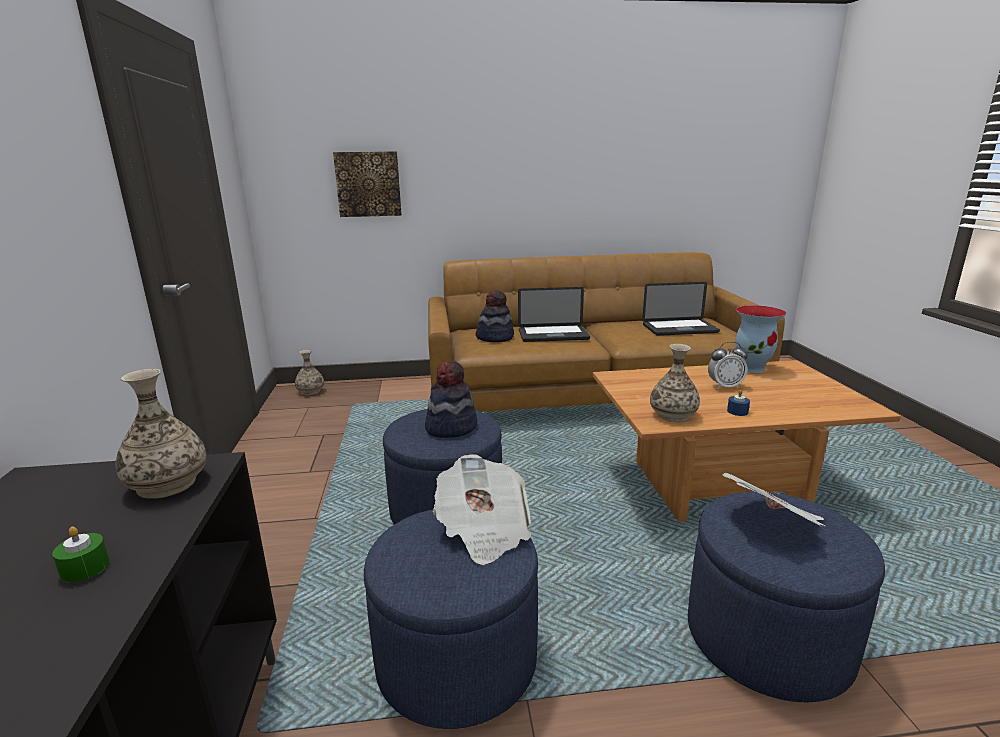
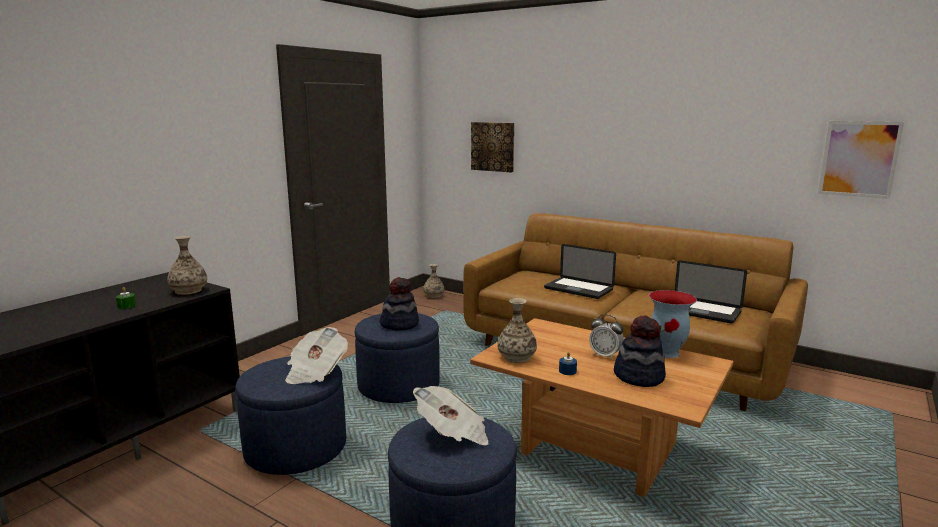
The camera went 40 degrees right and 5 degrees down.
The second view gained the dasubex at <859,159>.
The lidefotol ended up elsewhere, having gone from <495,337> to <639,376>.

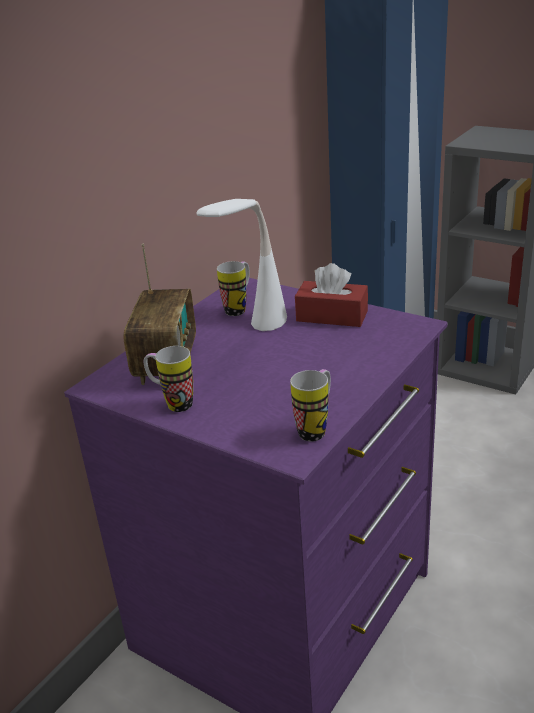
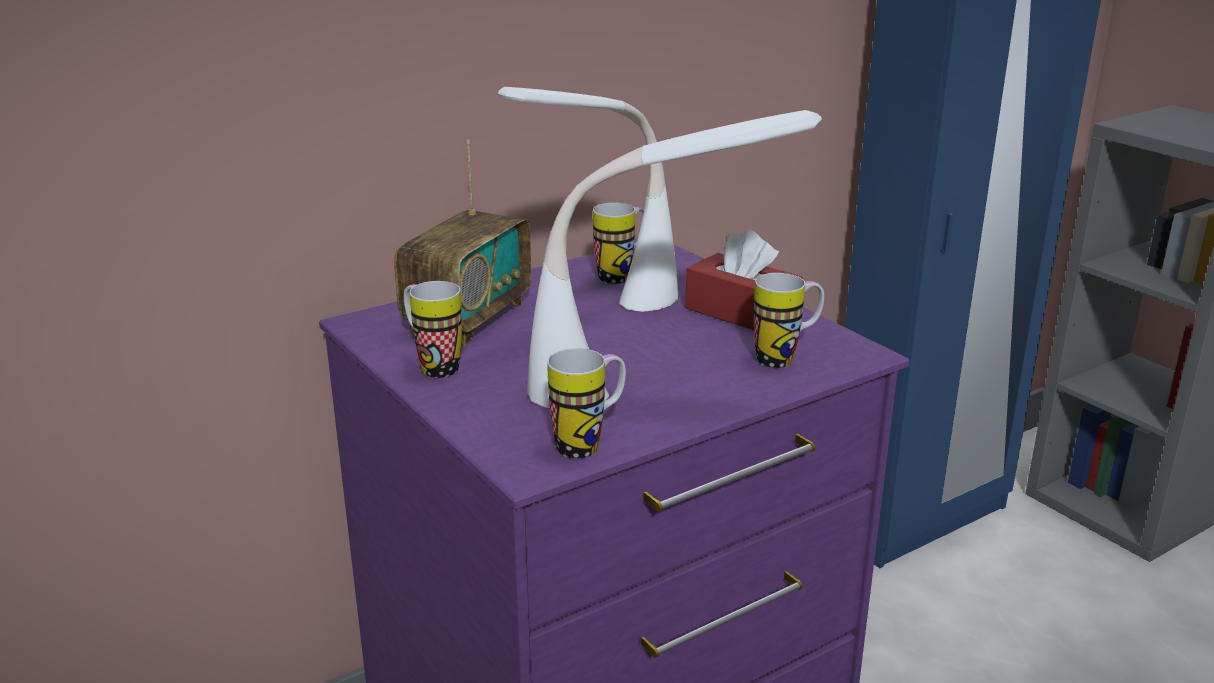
The camera went 20 degrees right and 5 degrees down.
The second view gained the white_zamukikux at <661,399>.
The second view gained the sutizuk at <785,358>.

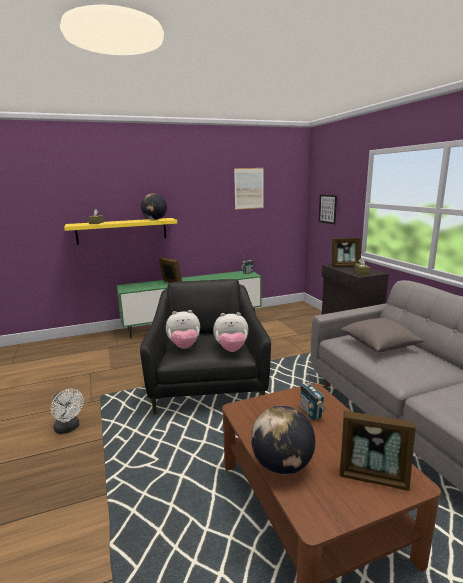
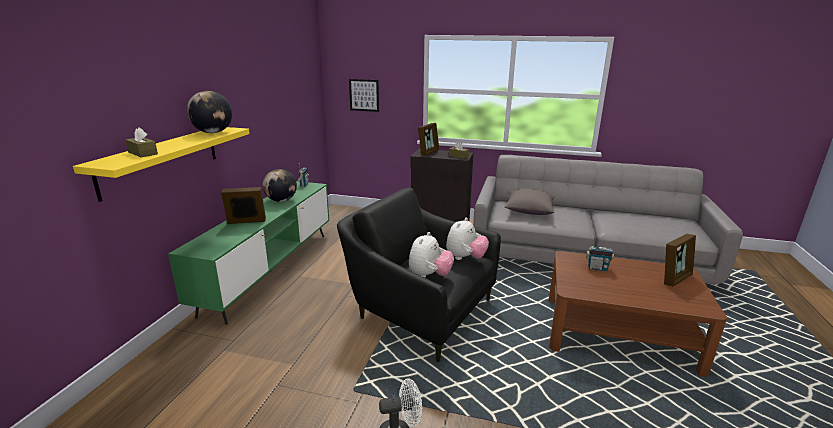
The camera went 55 degrees left and 5 degrees up.
The second view lost the dasubex at <249,188>.
The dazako ended up elsewhere, having gone from <282,465> to <281,200>.

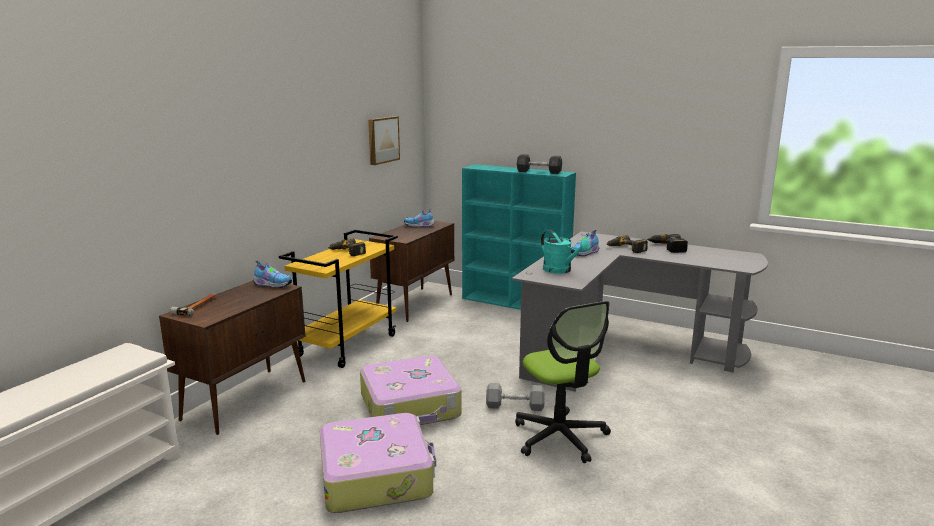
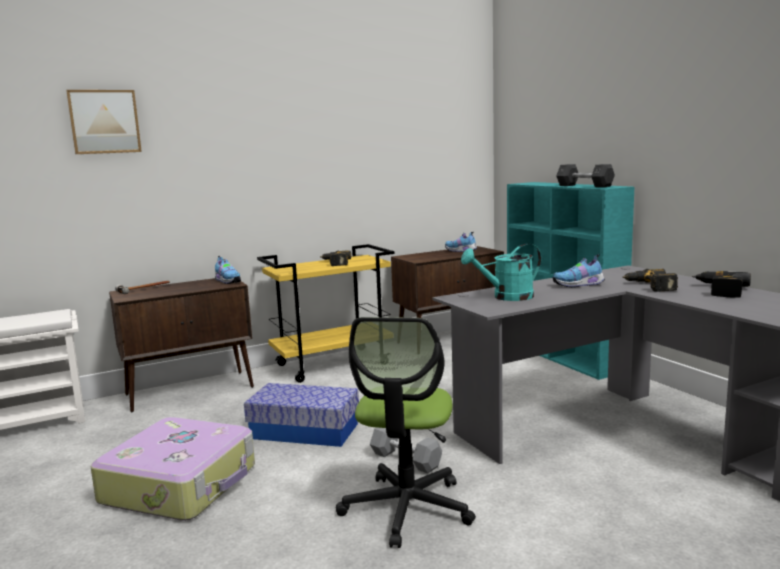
The camera went 35 degrees right and 5 degrees down.
The dasubex ended up elsewhere, having gone from <382,140> to <104,122>.
Where the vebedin stood at <411,406>, the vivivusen came to stand at <304,431>.
The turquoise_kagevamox at <561,270> ended up facing another way, 75 degrees clockwise from before.

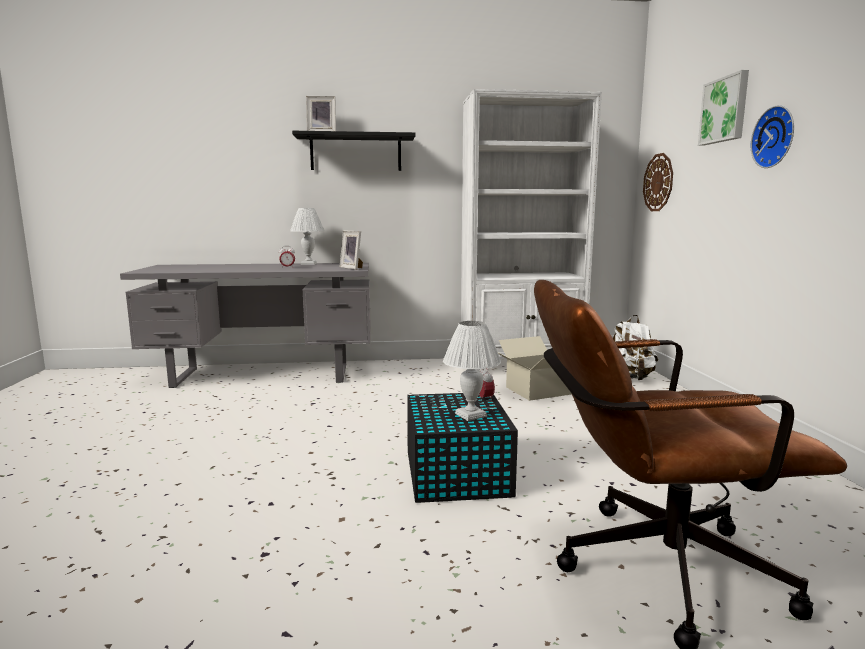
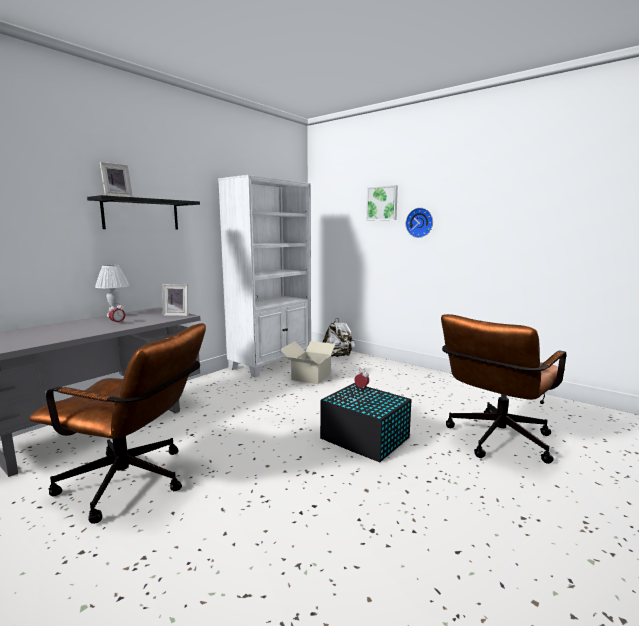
The camera went 45 degrees left and 0 degrees up.
The second view lost the white_zamukikux at <470,415>.
The second view lost the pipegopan at <658,182>.
The second view gained the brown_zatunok at <134,483>.

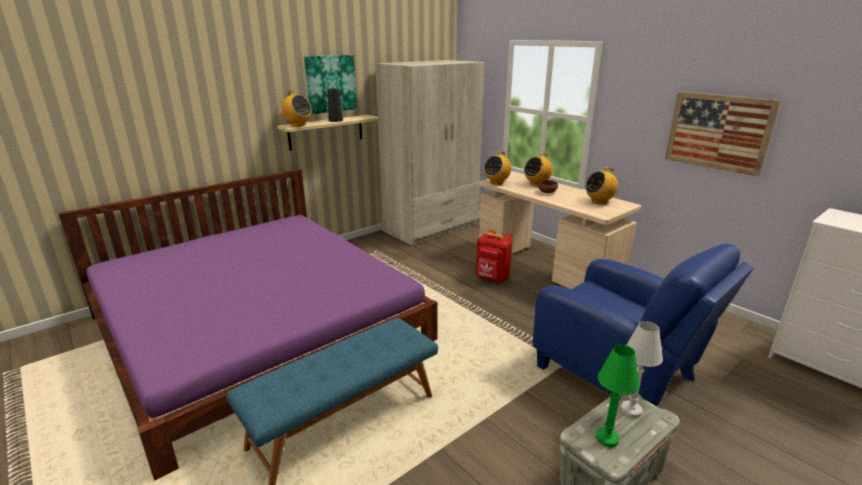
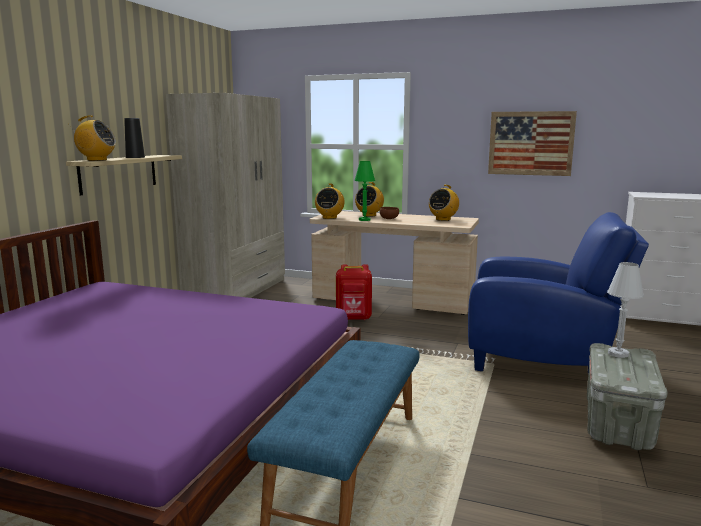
The camera went 30 degrees left and 10 degrees down.
The second view lost the dasubex at <330,83>.
The green_zamukikux ended up elsewhere, having gone from <607,438> to <364,220>.

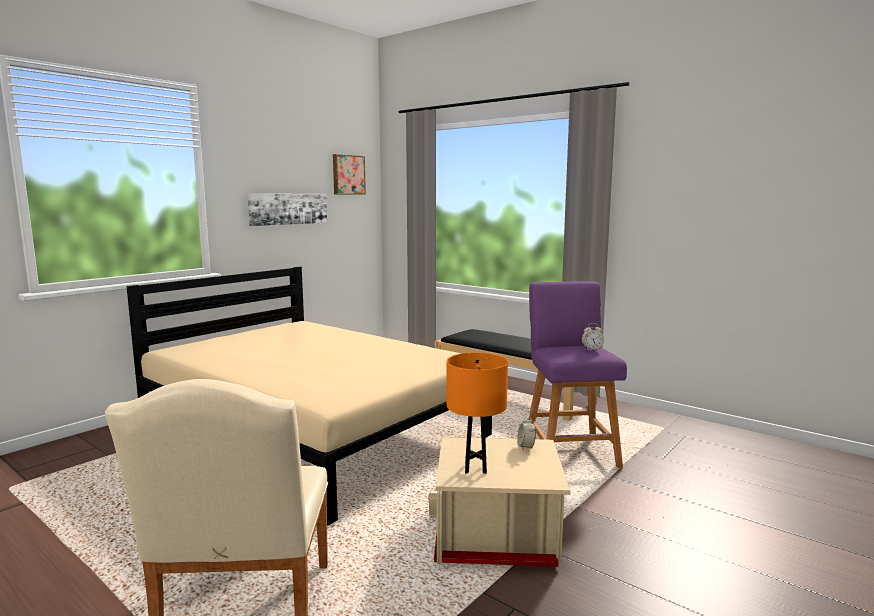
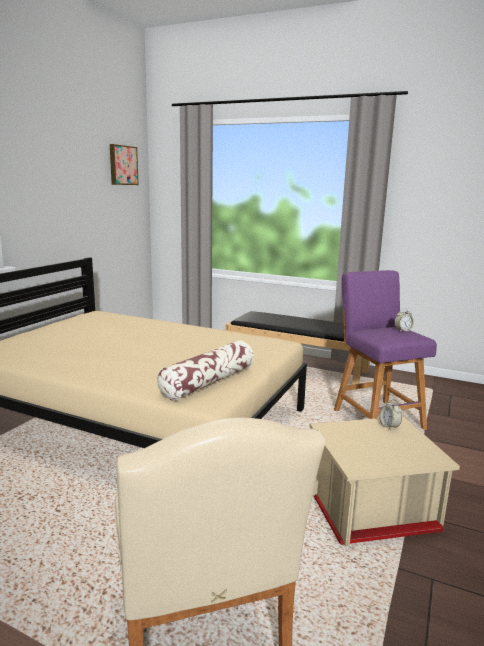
The camera went 15 degrees left and 5 degrees up.
The second view lost the dasubex at <288,208>.
The second view lost the orange_zamukikux at <476,468>.
The second view gained the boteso at <208,382>.

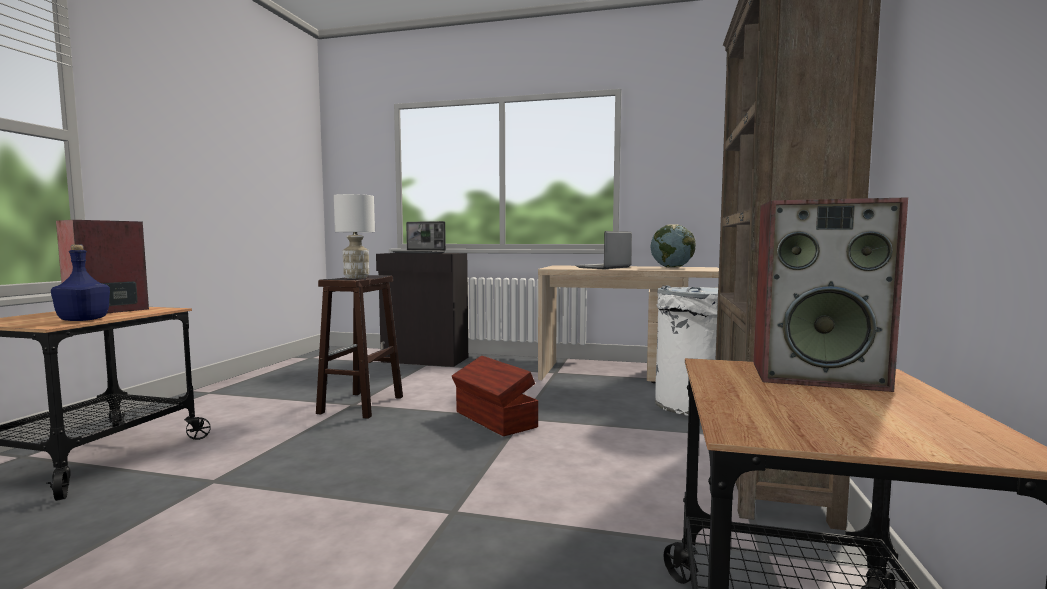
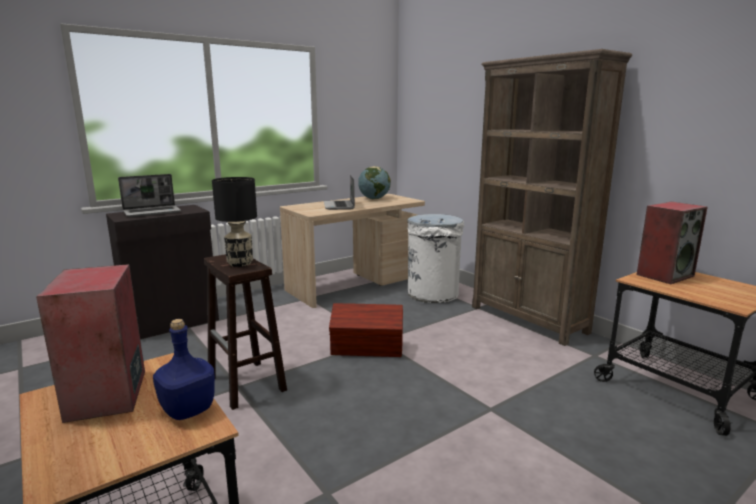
The camera went 50 degrees left and 10 degrees up.
What was the white_zamukikux at <356,278> turned into the black_zamukikux at <240,264>.

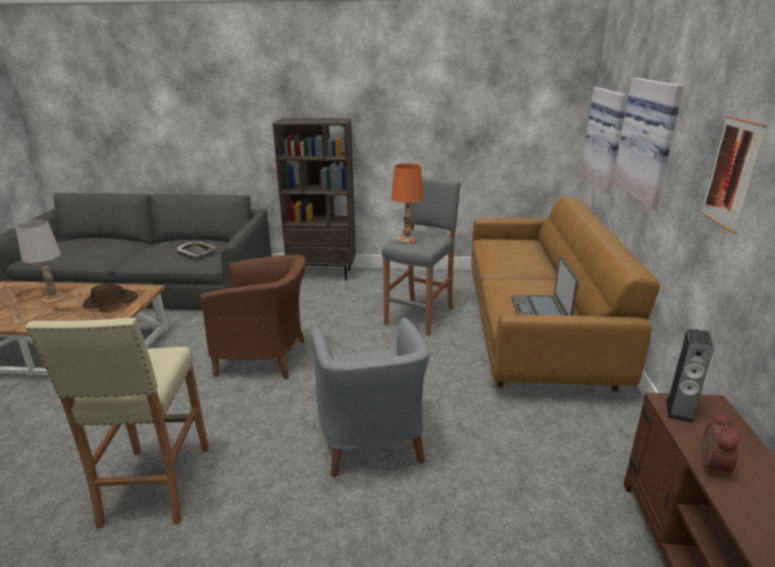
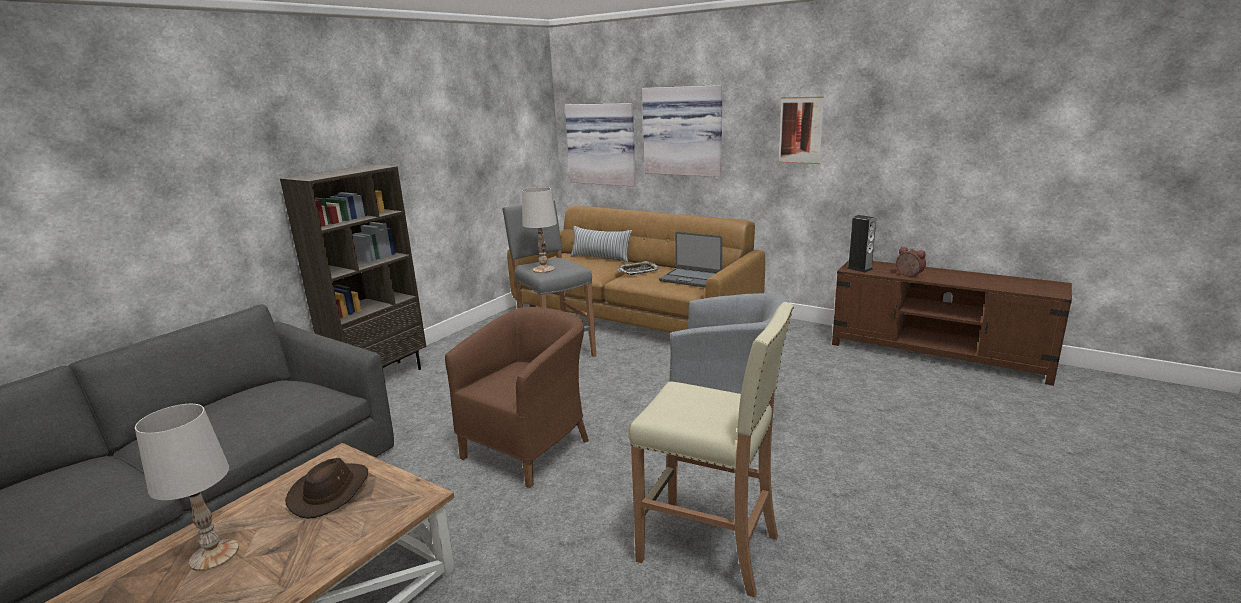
The camera went 60 degrees left and 5 degrees down.
The second view gained the boteso at <600,258>.
The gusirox ended up elsewhere, having gone from <196,251> to <638,271>.
What was the orange_zamukikux at <407,240> turned into the white_zamukikux at <544,269>.

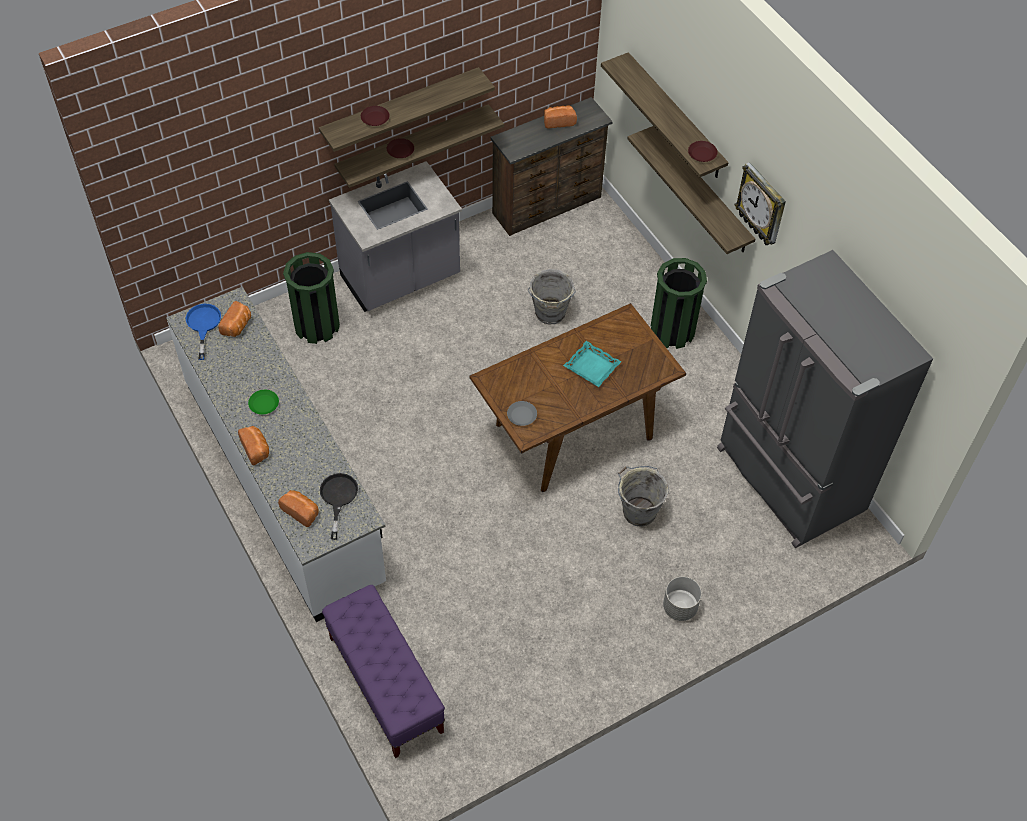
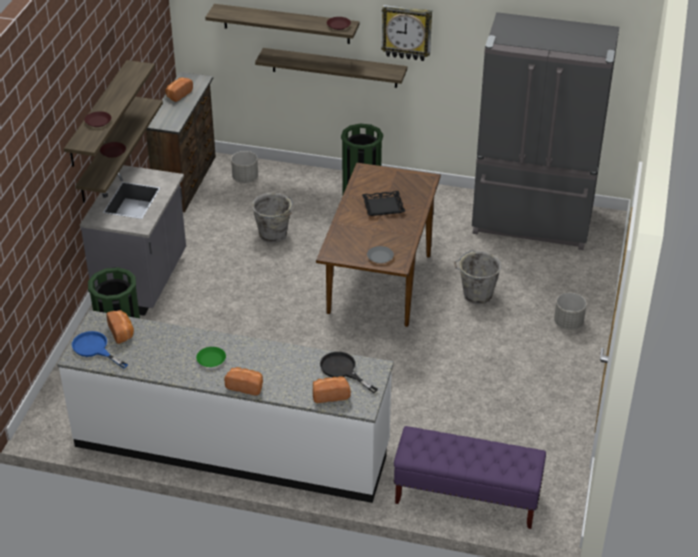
The camera went 45 degrees left and 15 degrees down.
The second view gained the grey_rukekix at <245,178>.
What was the turquoise_gusirox at <592,366> turned into the black_gusirox at <383,206>.

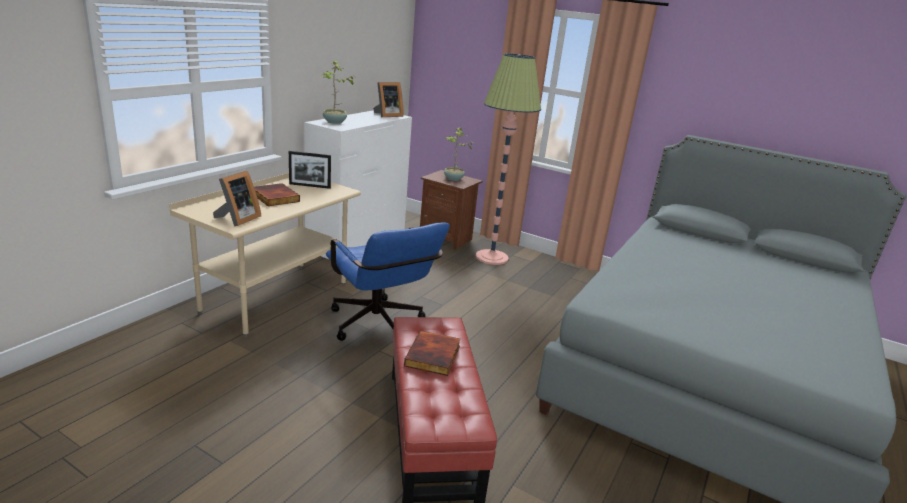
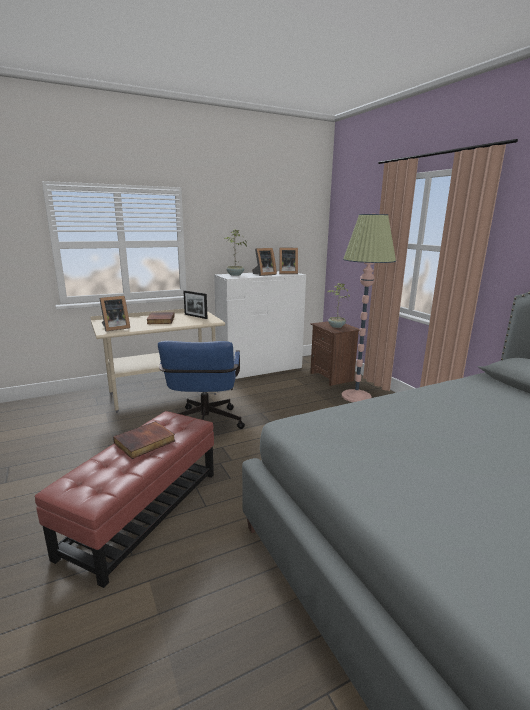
The camera went 35 degrees right and 5 degrees down.
The second view gained the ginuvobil at <263,274>.

